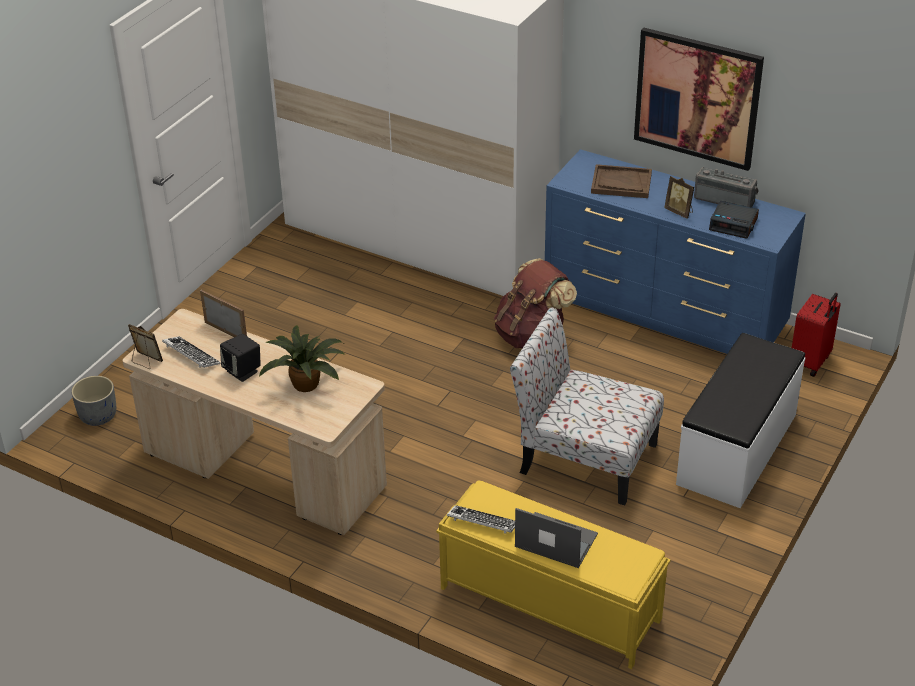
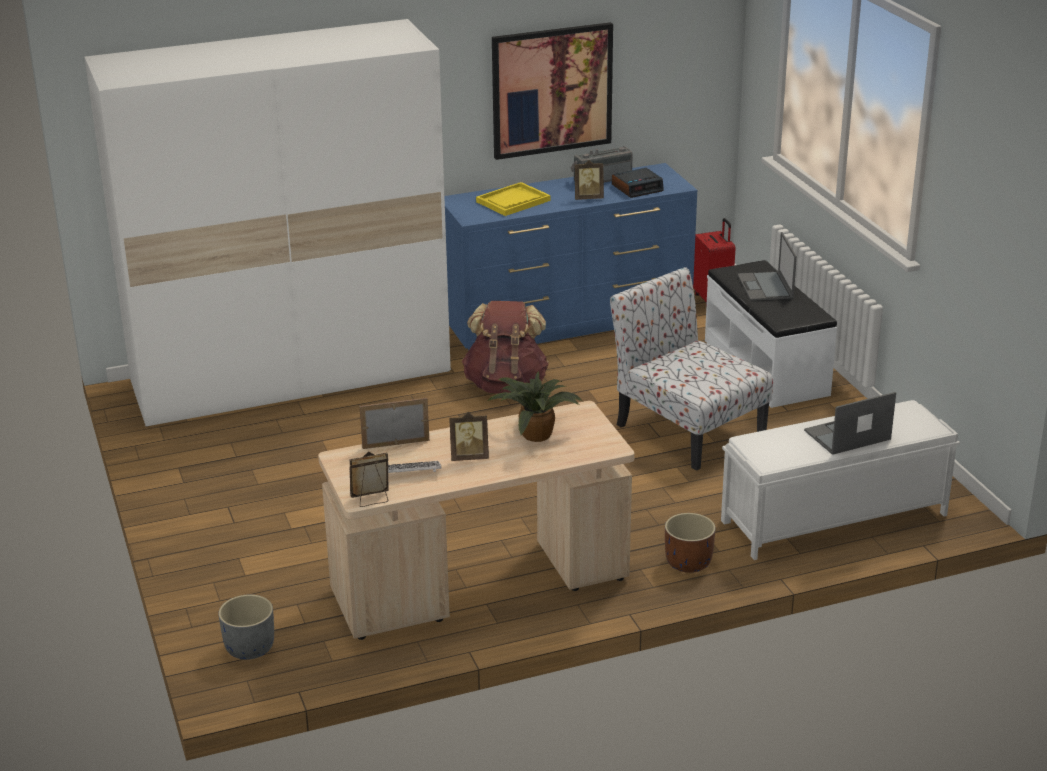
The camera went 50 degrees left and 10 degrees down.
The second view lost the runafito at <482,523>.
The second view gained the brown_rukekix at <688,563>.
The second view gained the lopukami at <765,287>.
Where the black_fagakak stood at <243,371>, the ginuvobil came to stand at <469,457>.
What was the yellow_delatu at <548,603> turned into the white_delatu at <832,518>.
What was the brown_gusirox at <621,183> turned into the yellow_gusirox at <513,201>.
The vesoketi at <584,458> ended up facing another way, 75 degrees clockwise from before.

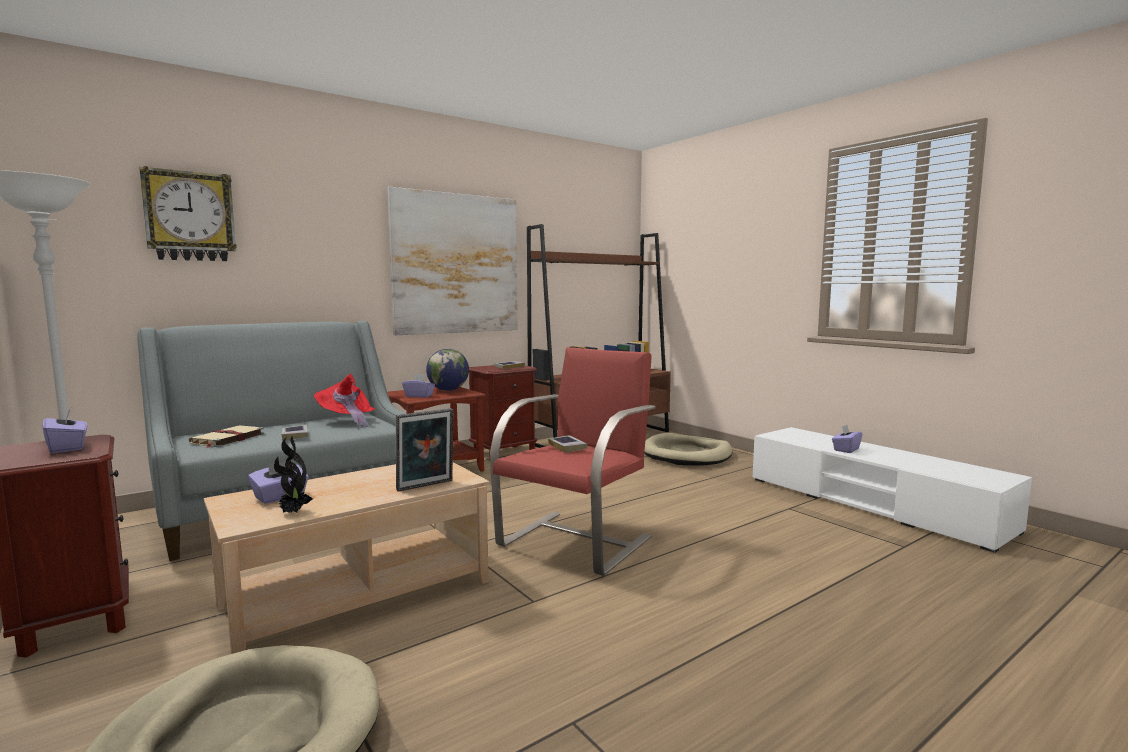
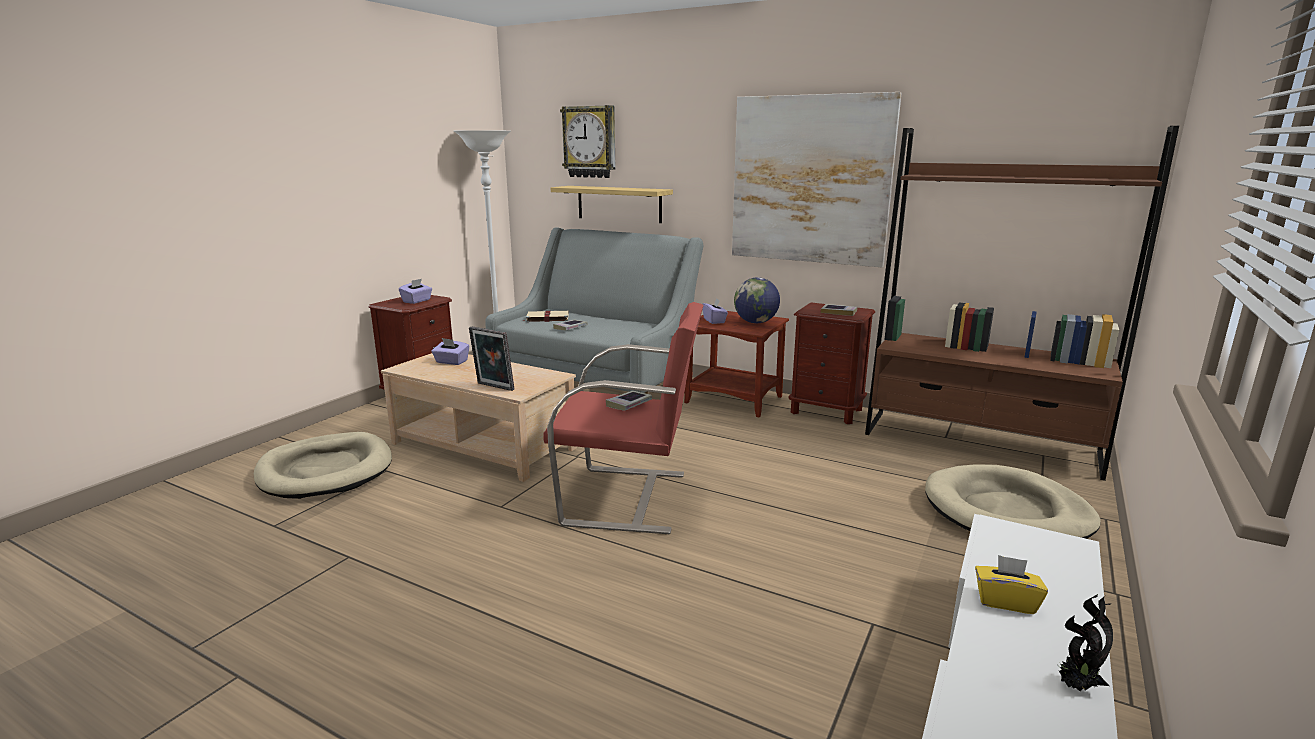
The camera went 65 degrees right and 10 degrees up.
The second view lost the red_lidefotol at <347,421>.
The second view gained the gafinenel at <619,204>.
The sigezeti ended up elsewhere, having gone from <293,512> to <1076,686>.
What was the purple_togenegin at <846,449> turned into the yellow_togenegin at <1005,601>.

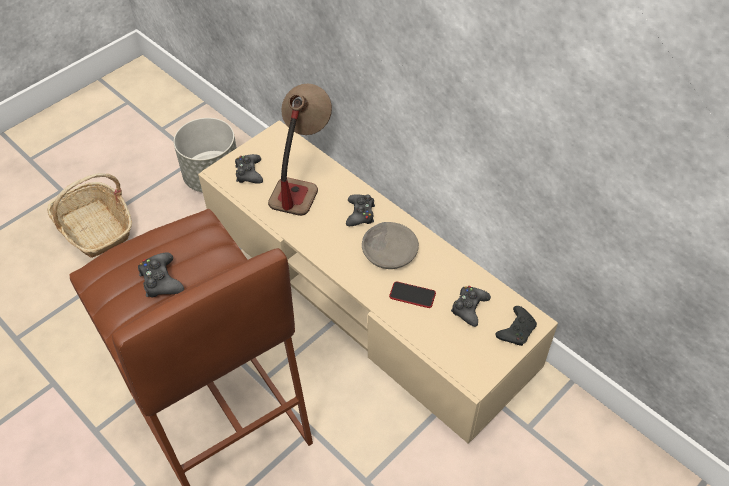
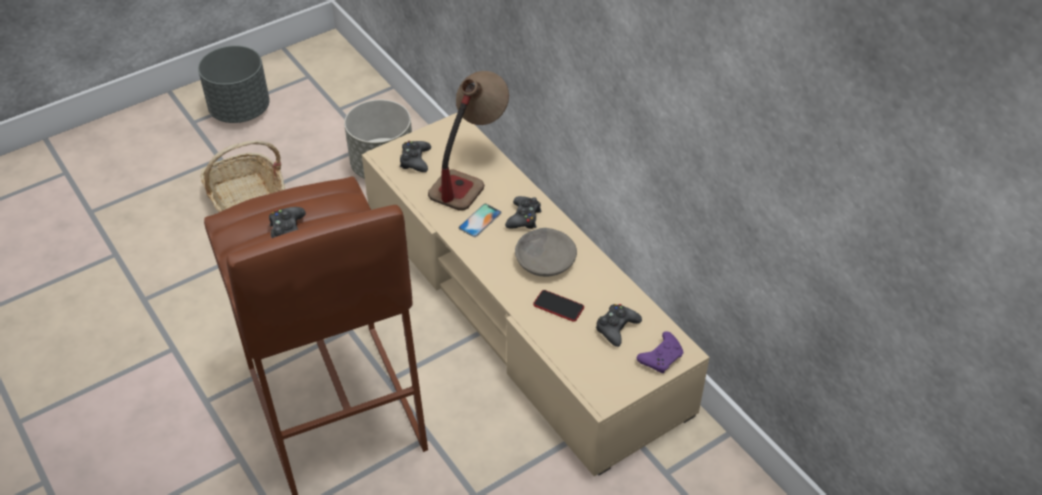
The camera went 10 degrees right and 5 degrees down.
The second view gained the grey_rukekix at <240,111>.
The second view gained the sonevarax at <480,220>.
What was the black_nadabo at <516,330> turned into the purple_nadabo at <661,357>.

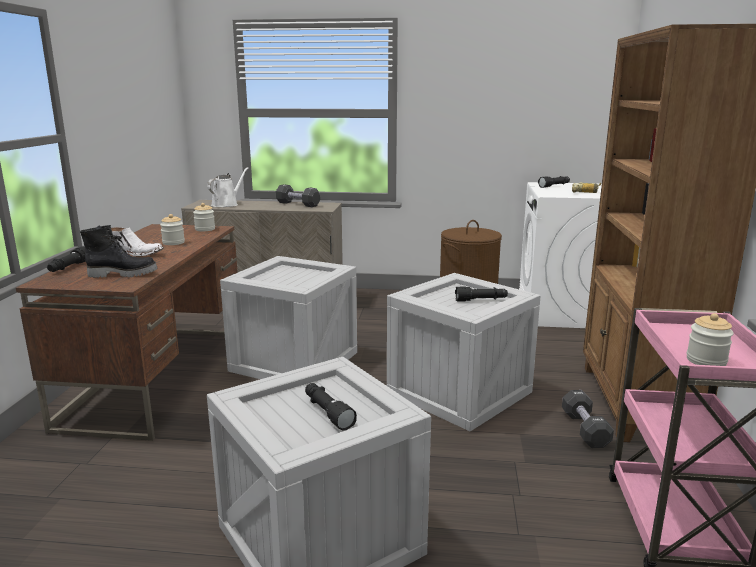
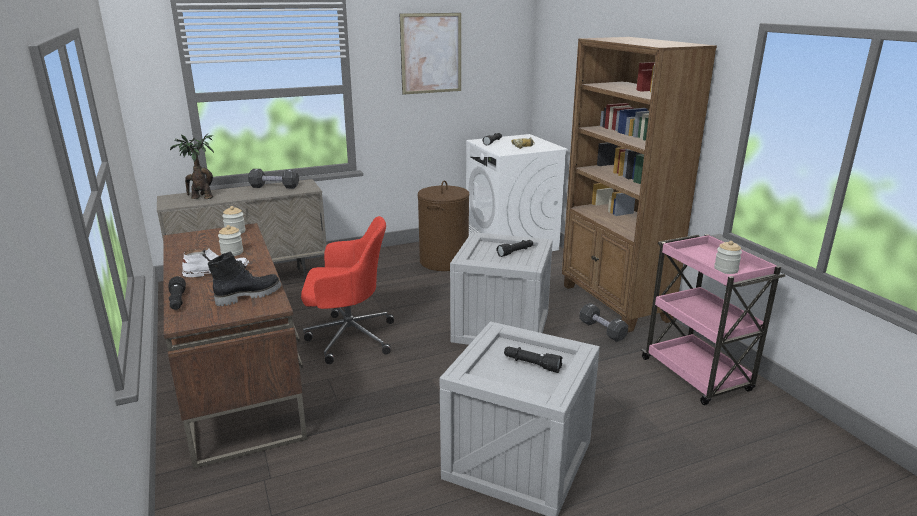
The camera went 30 degrees left and 5 degrees up.
The second view gained the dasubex at <431,53>.
Where the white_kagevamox stood at <226,204>, the sigezeti came to stand at <200,198>.
Where the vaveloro stood at <294,362>, the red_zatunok came to stand at <348,337>.

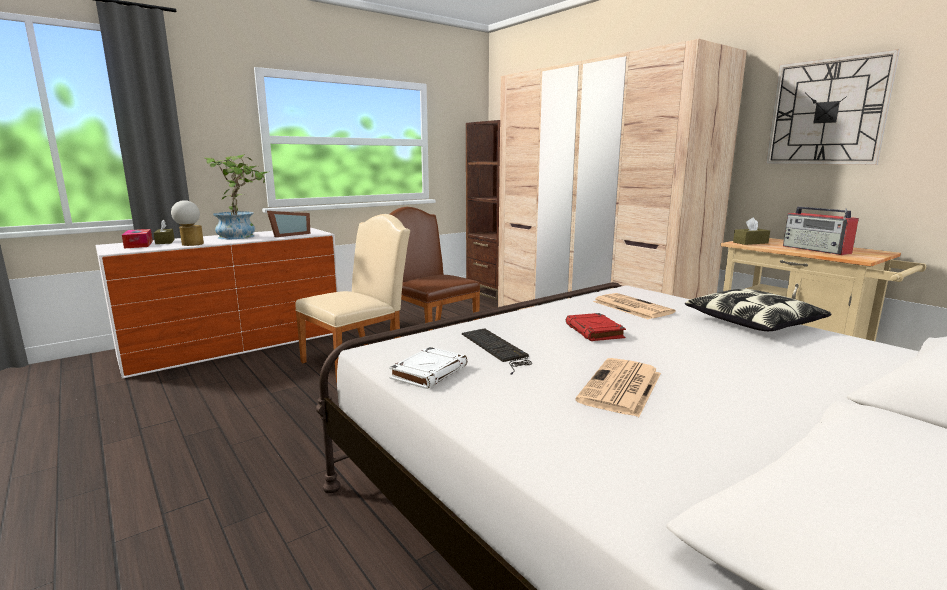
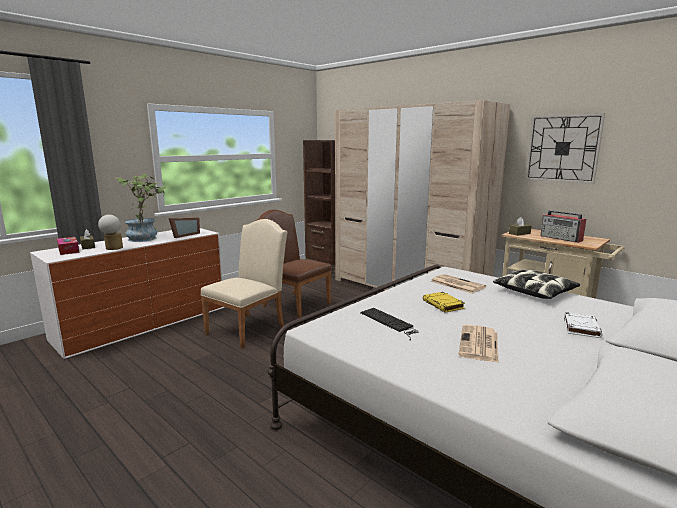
The camera went 10 degrees left and 0 degrees up.
The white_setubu ended up elsewhere, having gone from <429,372> to <581,328>.
What was the red_setubu at <595,331> turned into the yellow_setubu at <443,305>.

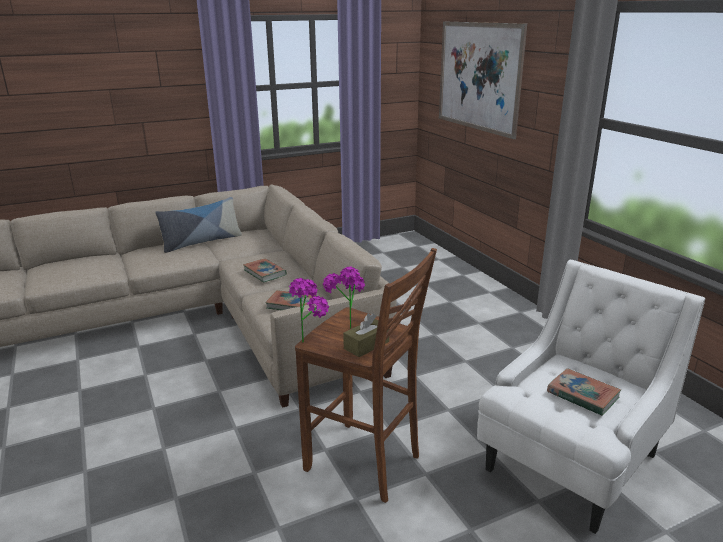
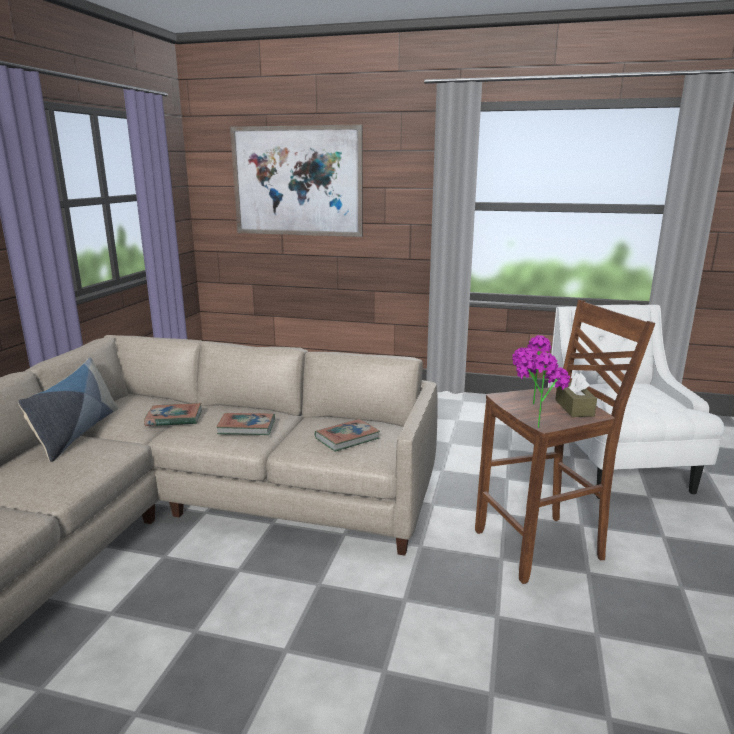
The camera went 50 degrees left and 5 degrees down.
The setubu ended up elsewhere, having gone from <582,395> to <174,418>.

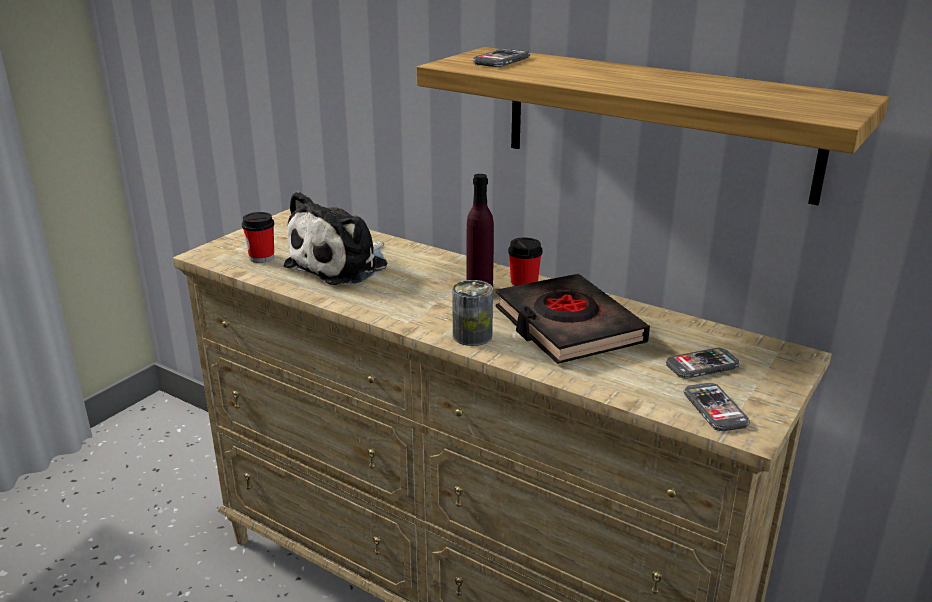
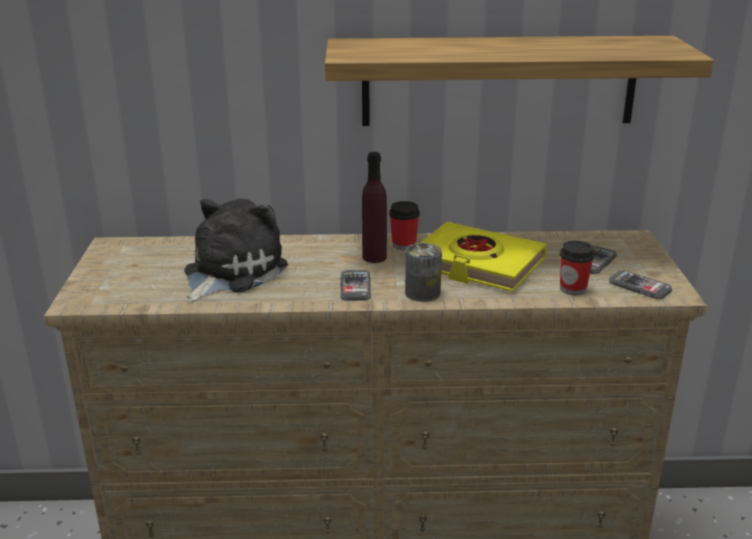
The camera went 35 degrees left and 0 degrees up.
The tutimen ended up elsewhere, having gone from <262,258> to <573,289>.
The sonevarax ended up elsewhere, having gone from <501,60> to <355,287>.
What was the black_setubu at <567,326> turned into the yellow_setubu at <477,264>.
The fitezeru at <342,265> ended up facing another way, 150 degrees counterclockwise from before.

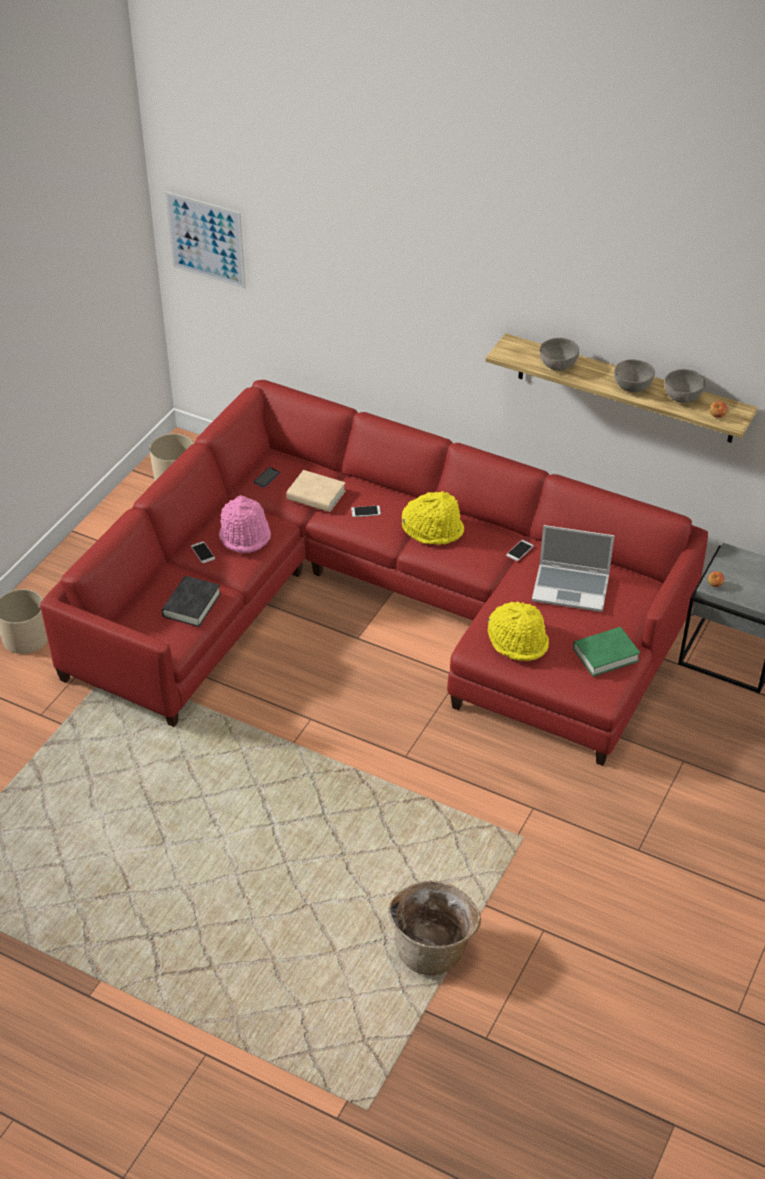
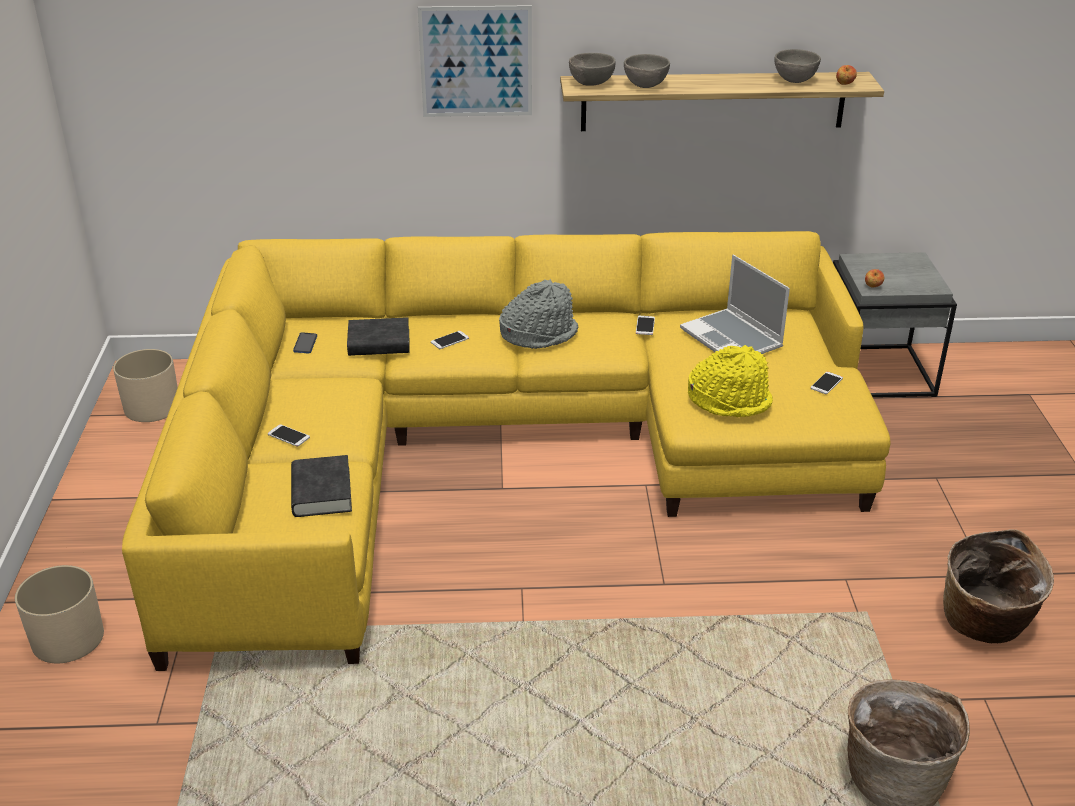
The camera went 30 degrees left and 10 degrees down.
The second view lost the pink_lidefotol at <245,535>.
The second view gained the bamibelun at <984,625>.
The dasubex ended up elsewhere, having gone from <206,240> to <476,62>.
The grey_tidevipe ended up elsewhere, having gone from <632,387> to <591,83>.
Where the green_setubu stood at <605,655>, the sonevarax came to stand at <826,383>.
What was the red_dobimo at <380,604> turned into the yellow_dobimo at <498,448>.
What was the beige_setubu at <316,495> turned into the black_setubu at <379,343>.
What was the yellow_lidefotol at <433,529> turned into the grey_lidefotol at <539,334>.
The lopukami at <571,588> ended up facing another way, 75 degrees clockwise from before.

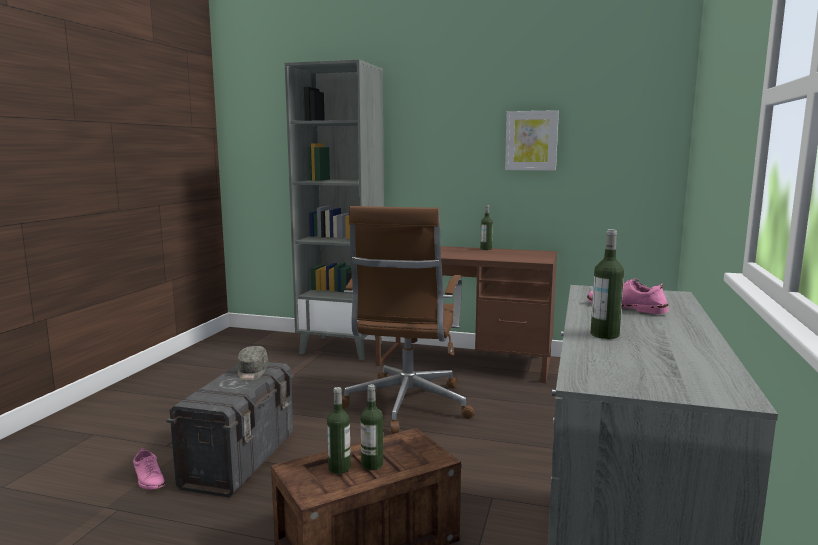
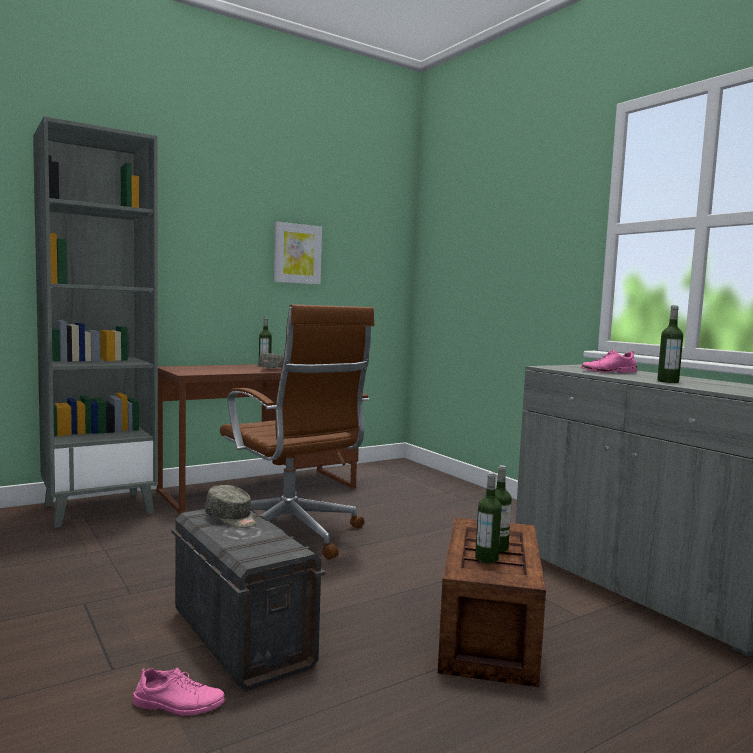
The camera went 50 degrees left and 5 degrees down.
The second view gained the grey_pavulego at <272,369>.

